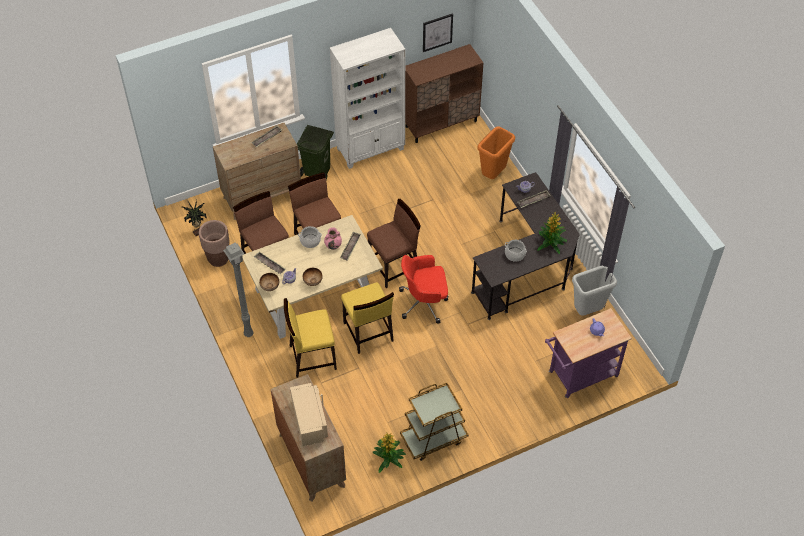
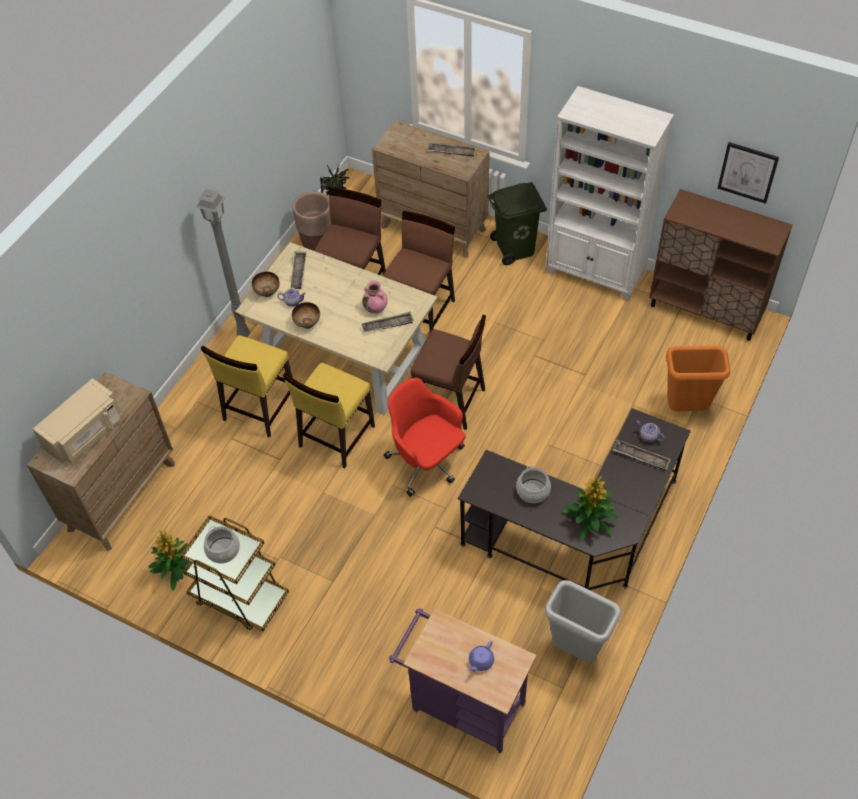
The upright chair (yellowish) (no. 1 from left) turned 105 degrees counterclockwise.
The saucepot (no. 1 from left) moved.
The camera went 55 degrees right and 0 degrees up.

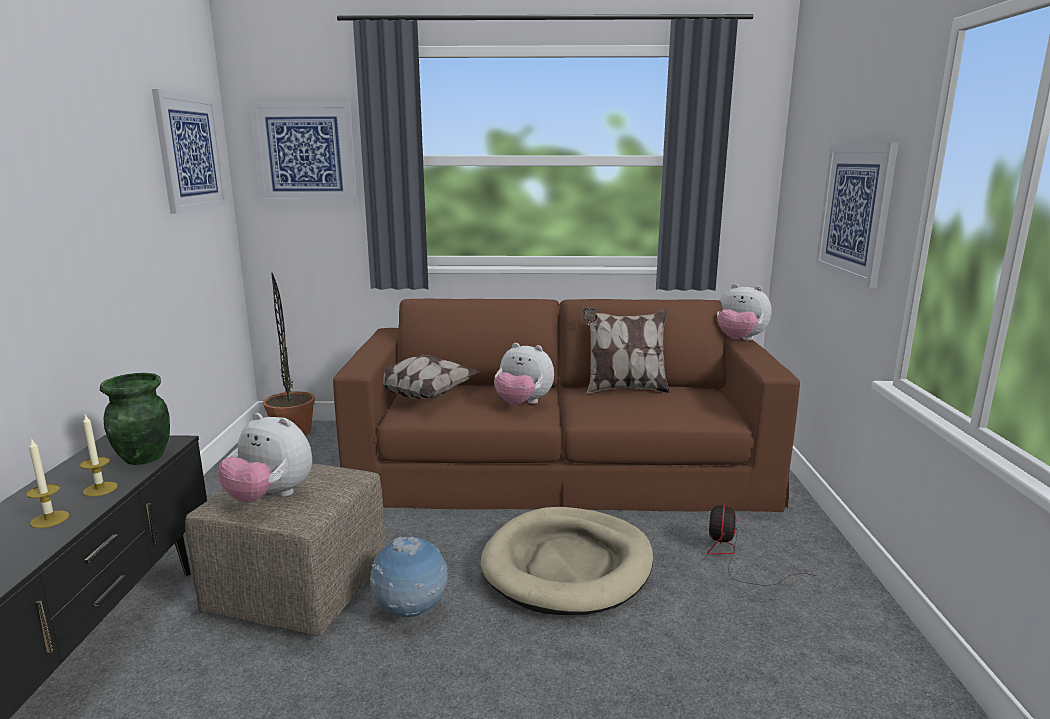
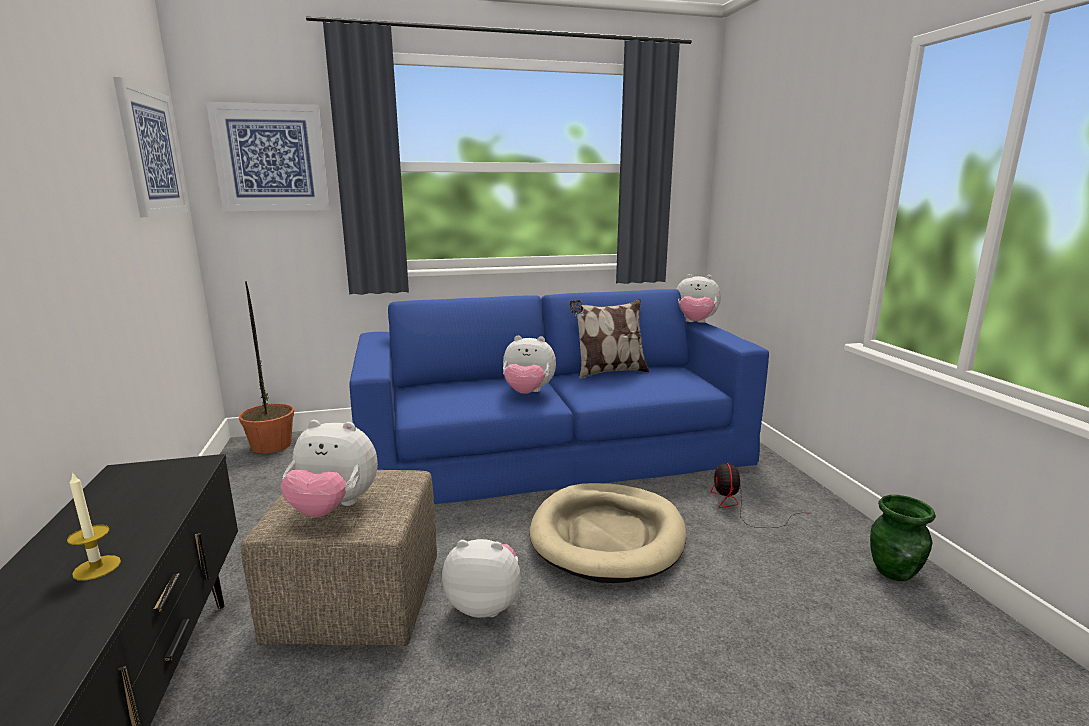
The settee (brownish) became the settee (blue).
The world globe was replaced by the plush toy (no. 2 from left).
The vase (green-coloured) moved.
The candle (no. 2 from left) disappeared.
The pillow (no. 1 from left) disappeared.
The wall art (no. 3 from left) disappeared.
The camera went 15 degrees left and 0 degrees up.

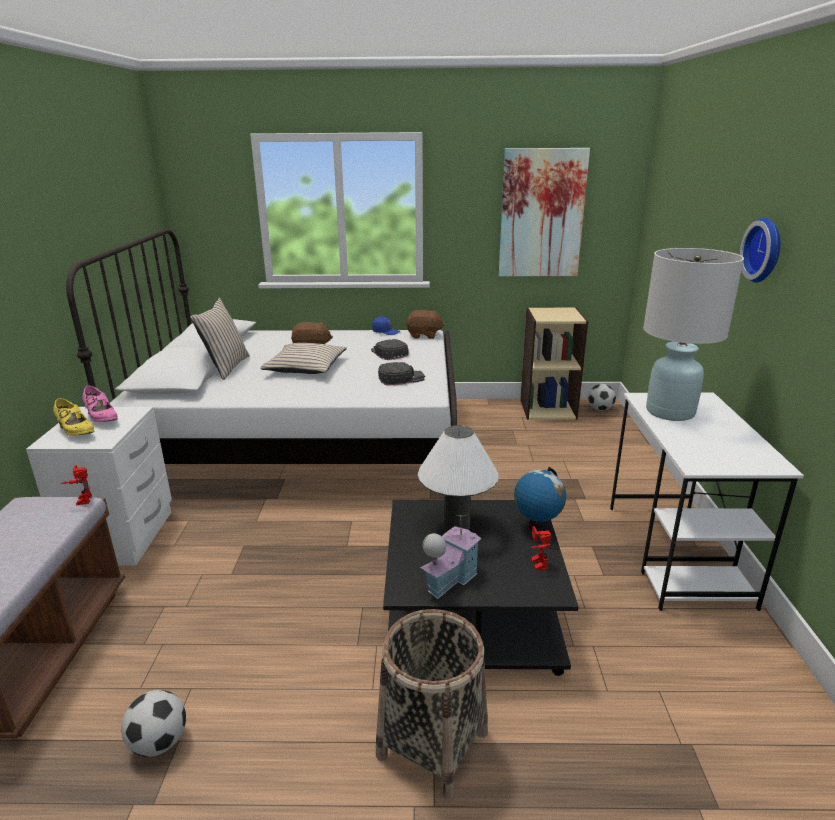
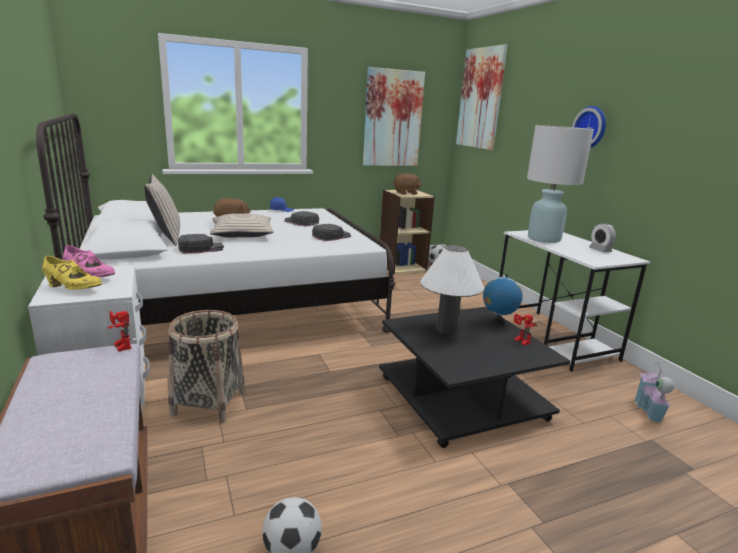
The household basket moved.
The peaked cap (black-coloured) (no. 1 from left) appeared.
The plush toy (brownish) (no. 2 from left) moved.
The wall art (no. 2 from left) appeared.
The alarm clock appeared.
The toy house moved.
The camera went 25 degrees left and 5 degrees down.

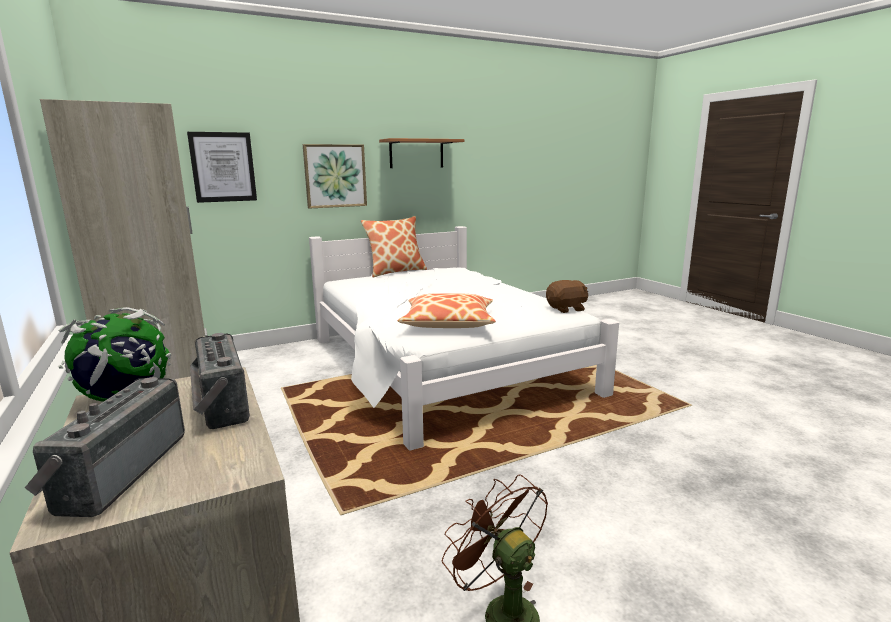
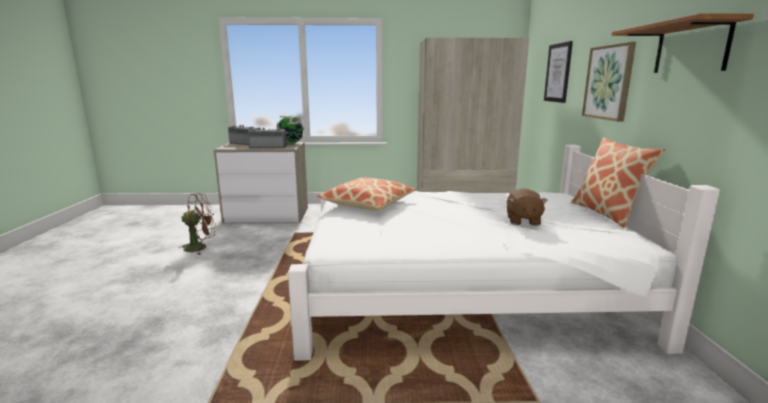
The plush toy (brownish) moved.
The camera went 115 degrees right and 0 degrees up.

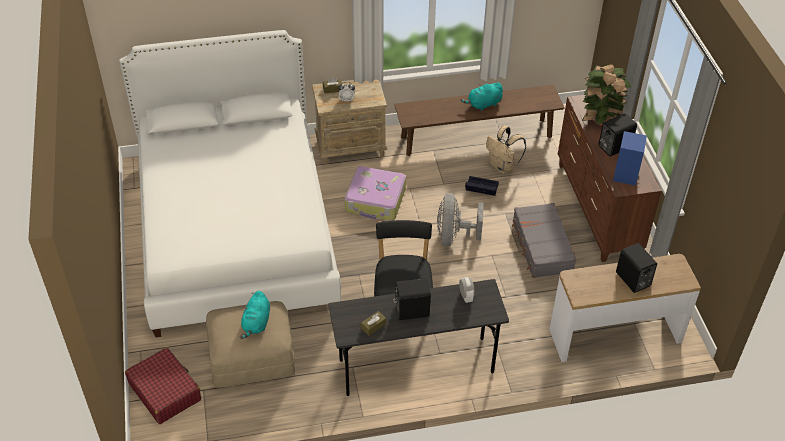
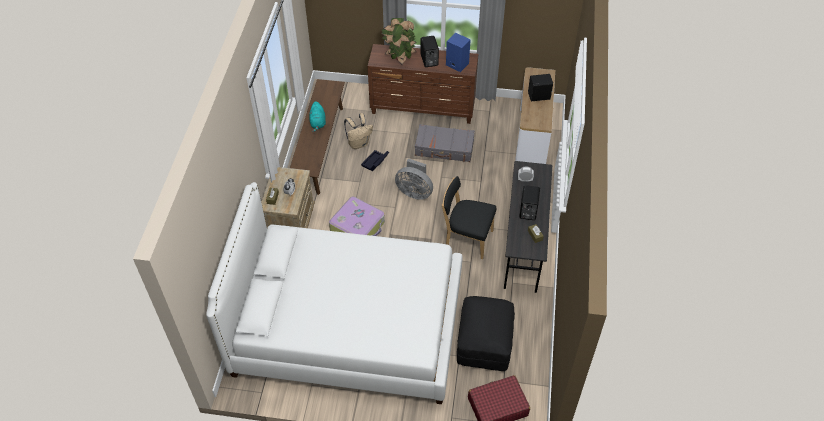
The ottoman (beige-coloured) became the ottoman (black-coloured).
The plush toy (blue-green) (no. 1 from left) disappeared.
The camera went 70 degrees left and 5 degrees up.

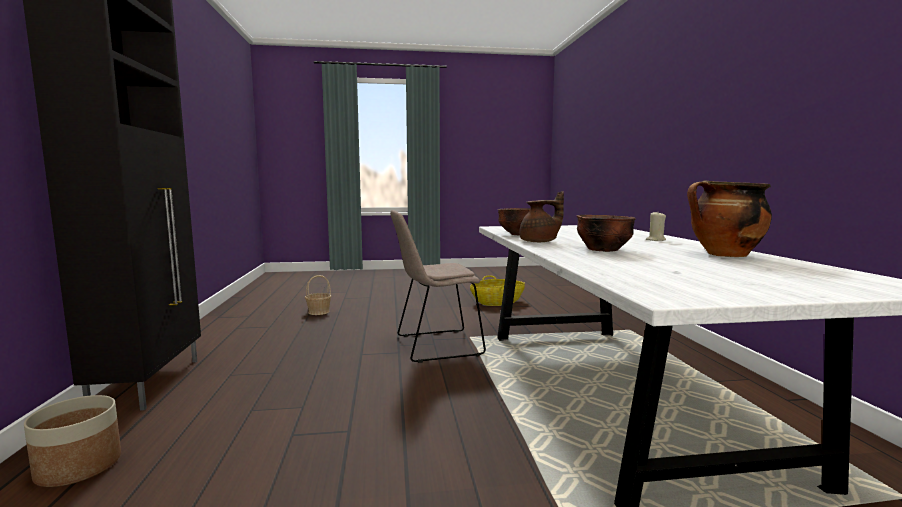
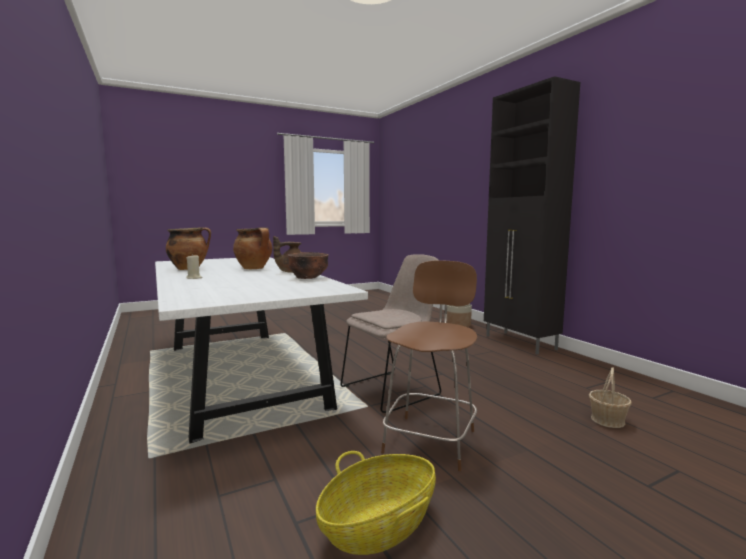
The deep dish (brownish) (no. 2 from left) was replaced by the saucepot (no. 2 from left).
The stool (brownish) appeared.
The camera went 160 degrees right and 0 degrees up.

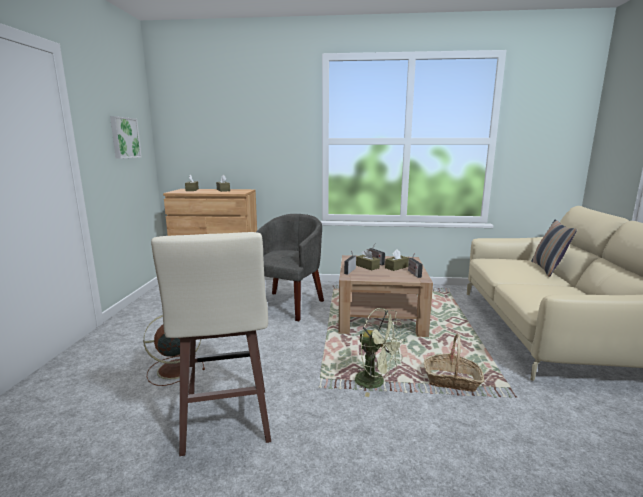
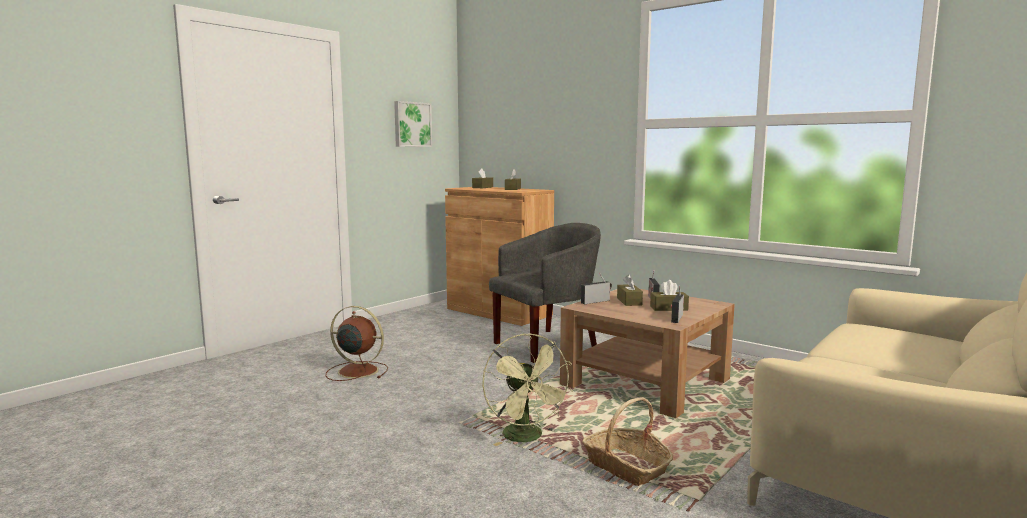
The stool (beige-coloured) disappeared.
The pillow disappeared.
The camera went 35 degrees right and 5 degrees down.

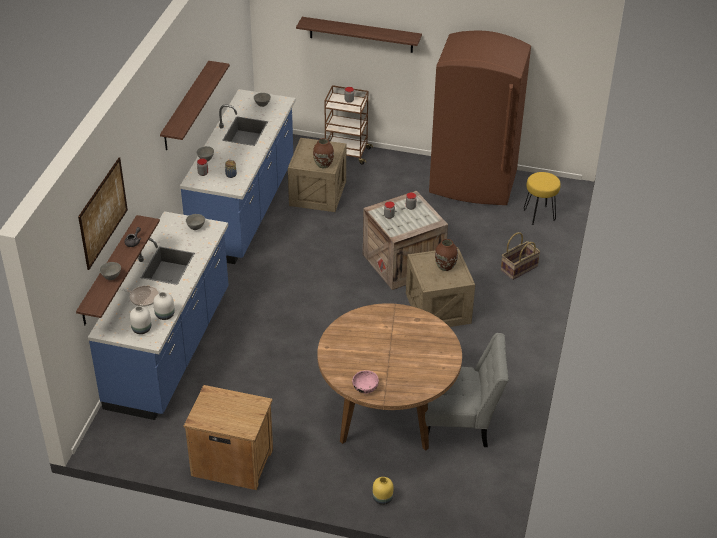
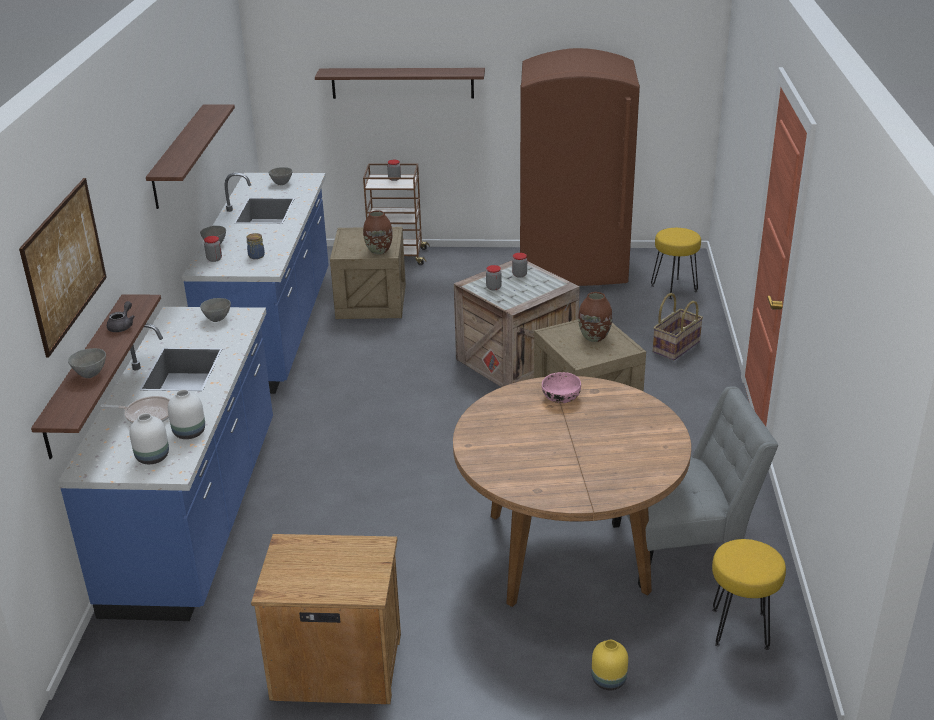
The deep dish (pink) moved.
The stool (yellowish) (no. 2 from left) appeared.
The camera went 10 degrees left and 10 degrees down.

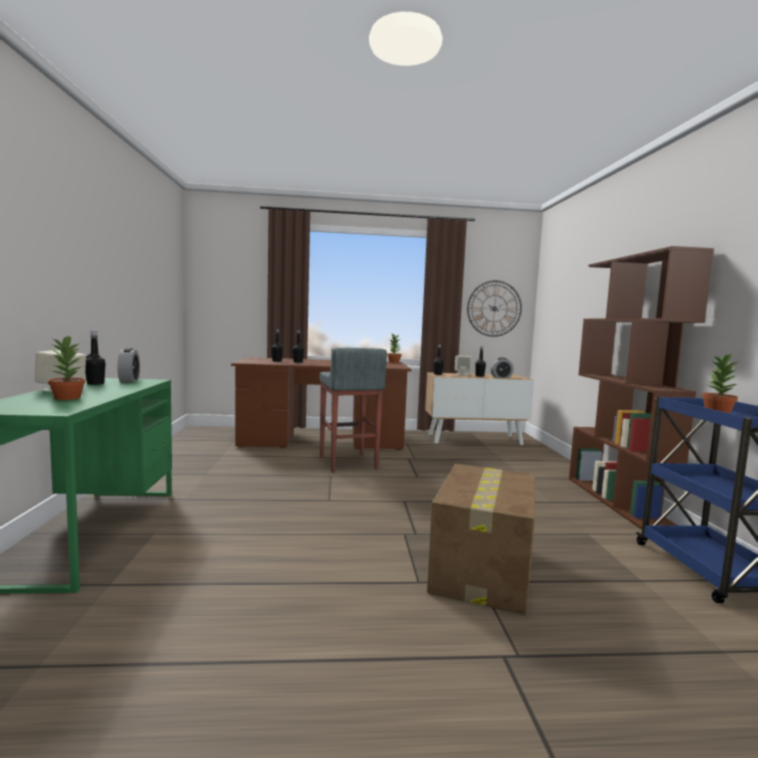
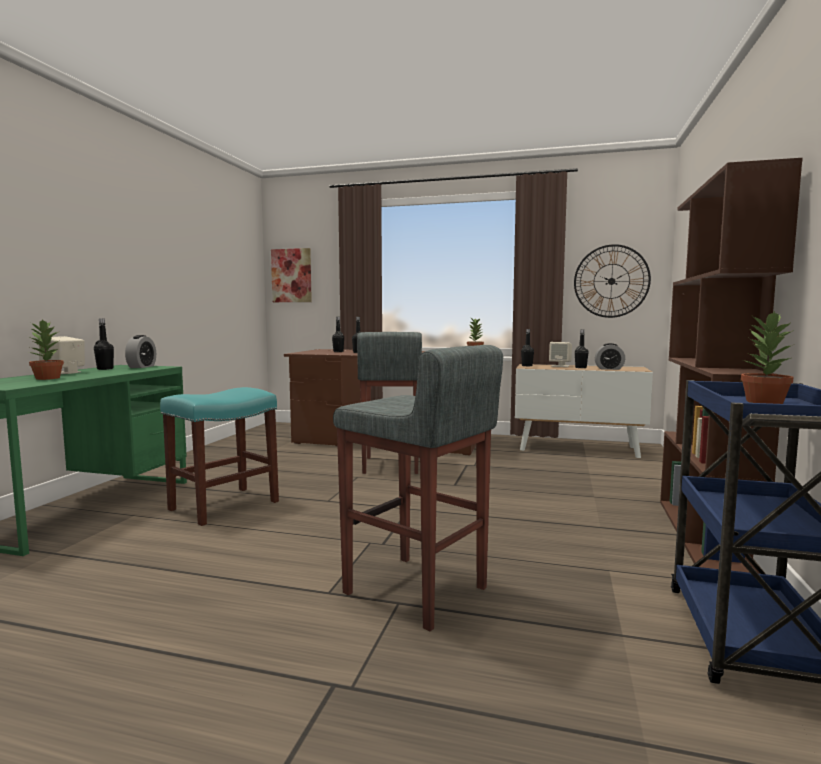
The stool (blue-green) appeared.
The wall art appeared.
The cardboard box was replaced by the stool (gray) (no. 2 from left).
The camera went 20 degrees right and 0 degrees up.

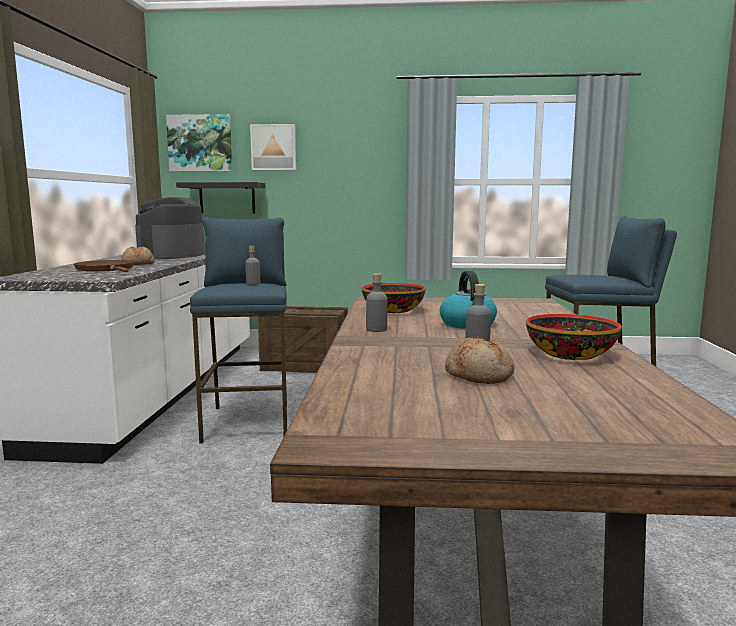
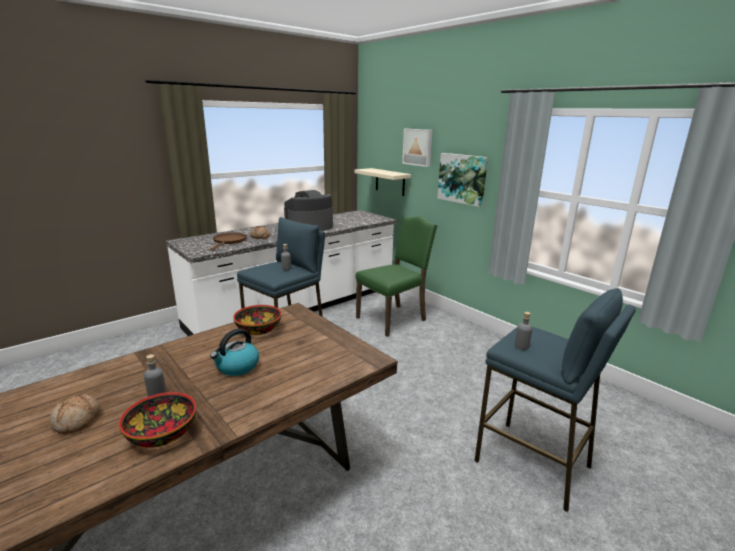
The bracket shelf (black-coloured) became the bracket shelf (beige-coloured).
The crate was replaced by the upright chair (green-coloured).
The wall art (no. 1 from left in the first image) moved.
The drink bottle (gray) (no. 2 from left in the first image) moved.
The camera went 45 degrees right and 10 degrees up.

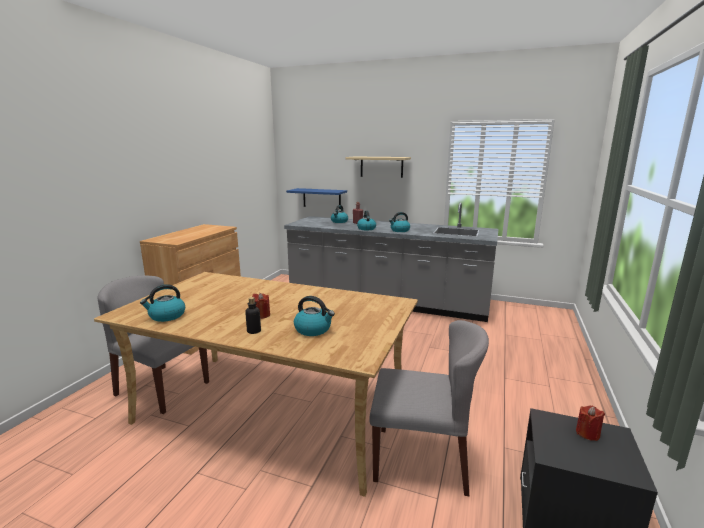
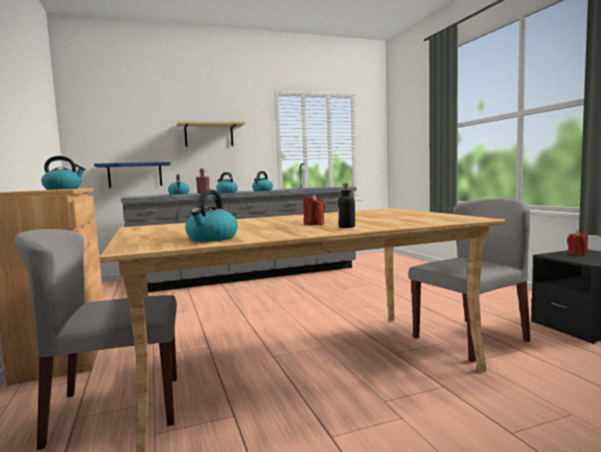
The tea kettle (no. 2 from left in the first image) moved.
The camera went 40 degrees left and 10 degrees down.

